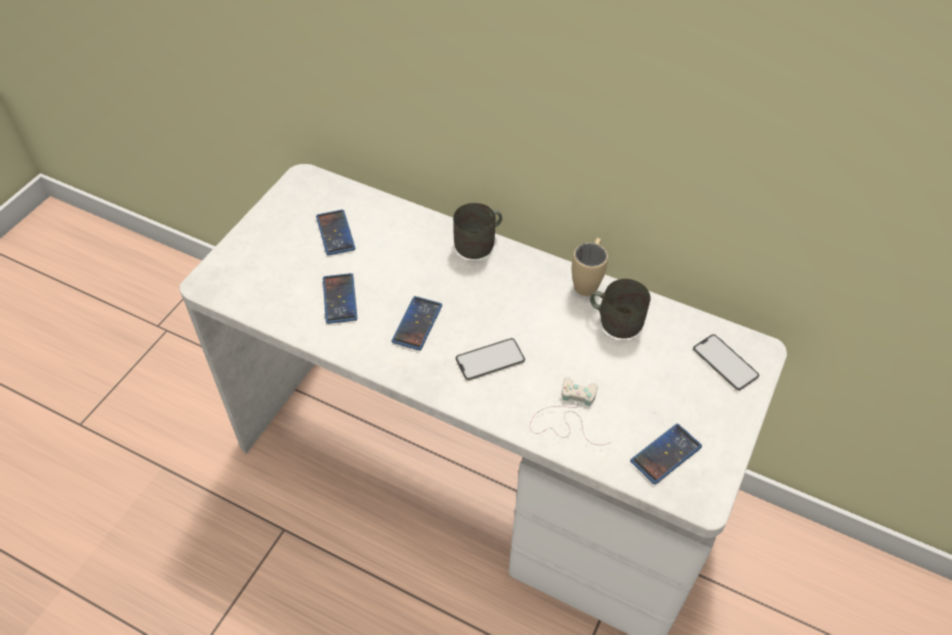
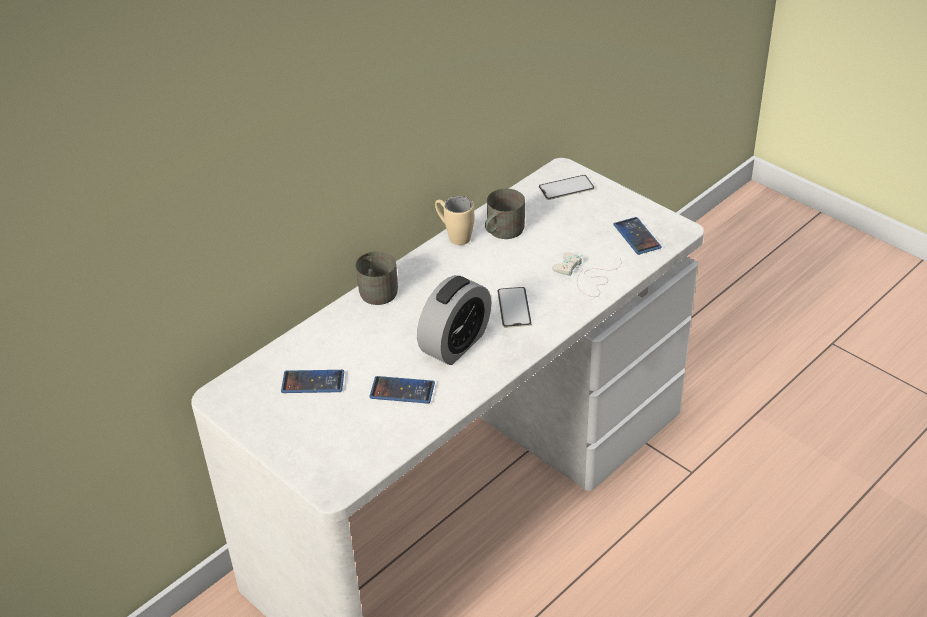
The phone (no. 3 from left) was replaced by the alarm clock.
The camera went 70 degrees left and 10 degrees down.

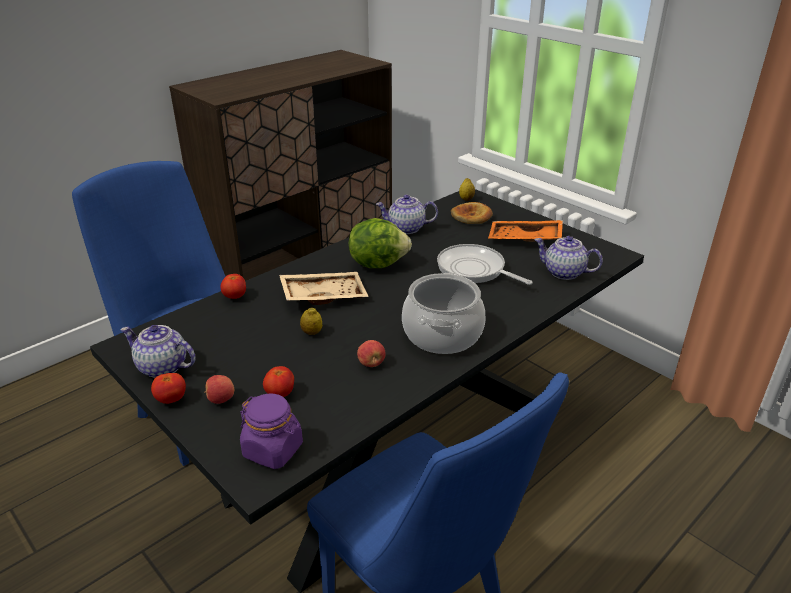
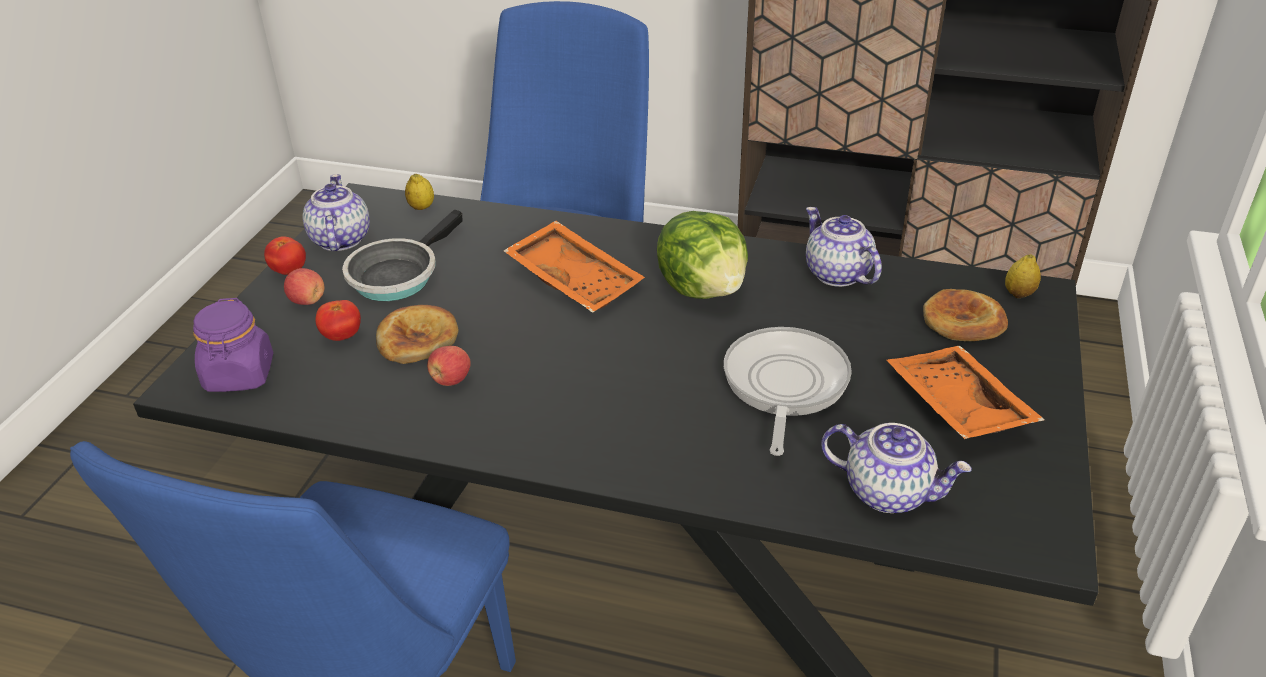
The skillet (no. 1 from left) appeared.
The baked bread (no. 1 from left) appeared.
The citrus fruit (no. 1 from left) moved.
The serving tray (beige-coloured) became the serving tray (orange-coloured) (no. 1 from left).
The pot for tea (no. 3 from left) turned 120 degrees clockwise.
The fresh tomato (no. 2 from left) disappeared.
The saucepot disappeared.
The camera went 60 degrees right and 5 degrees up.

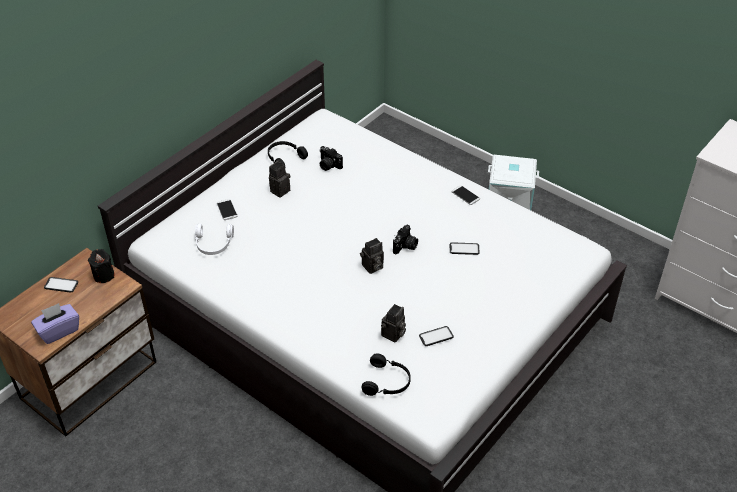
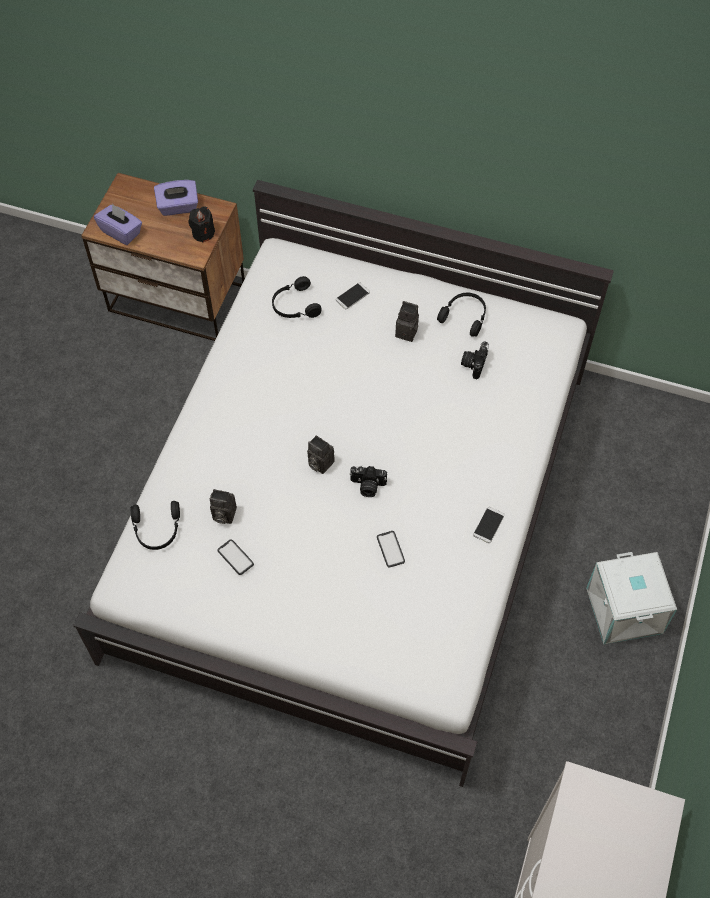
The phone (no. 1 from left) was replaced by the box of tissues (purple-coloured) (no. 2 from left).
The headphones (white) became the headphones (black-coloured) (no. 2 from left).
The camera went 70 degrees right and 15 degrees up.

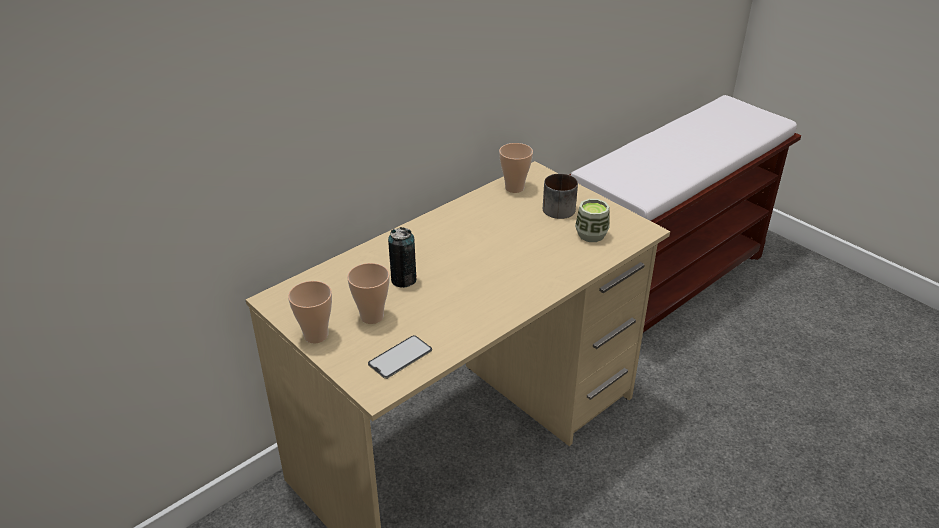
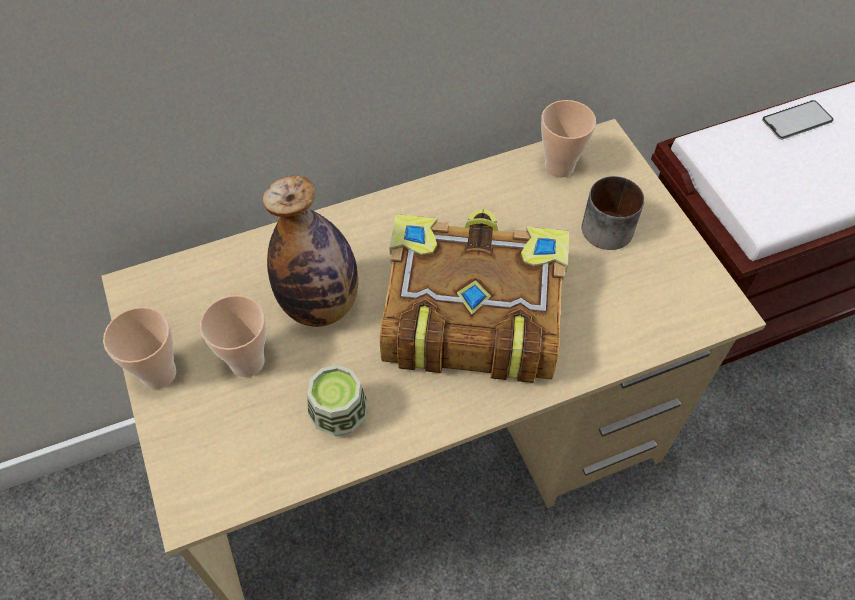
The metal can was replaced by the drink bottle.
The small cup (no. 4 from left in the first image) moved.
The volume appeared.
The phone moved.
The camera went 20 degrees right and 20 degrees up.

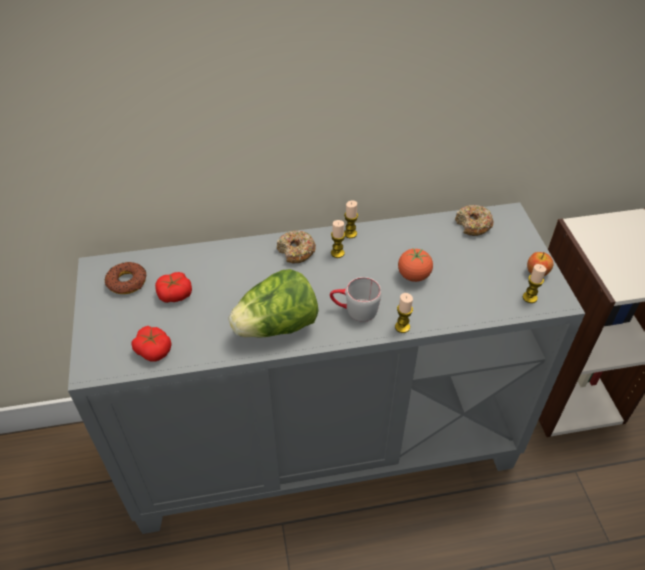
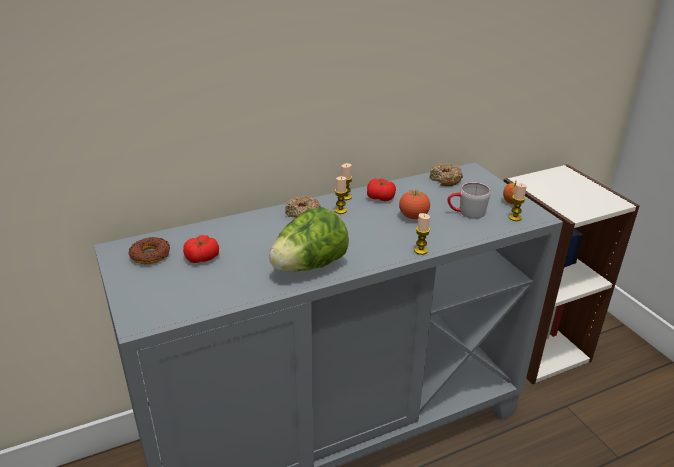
The fresh tomato (no. 1 from left in the first image) moved.
The mug (gray) moved.
The camera went 15 degrees left and 15 degrees down.

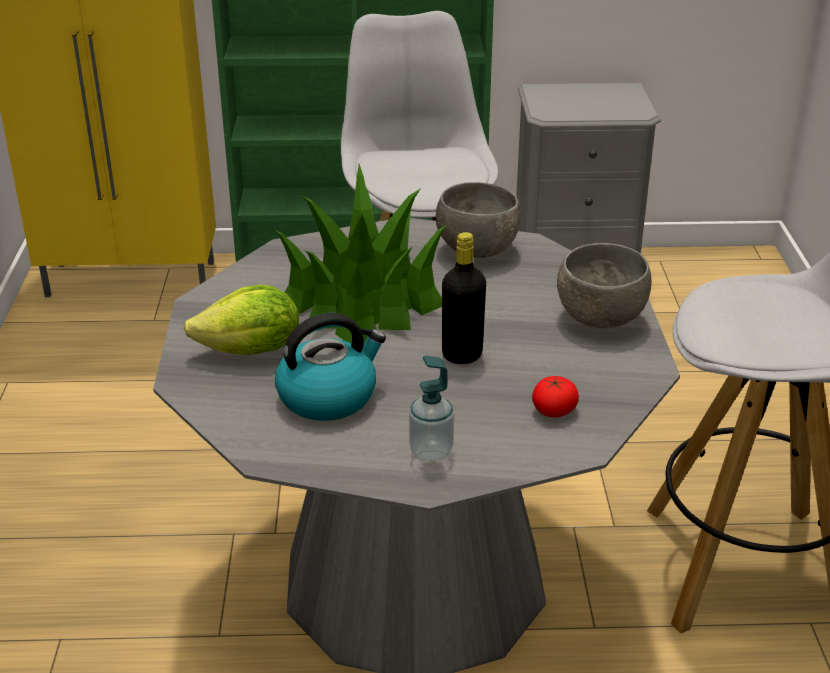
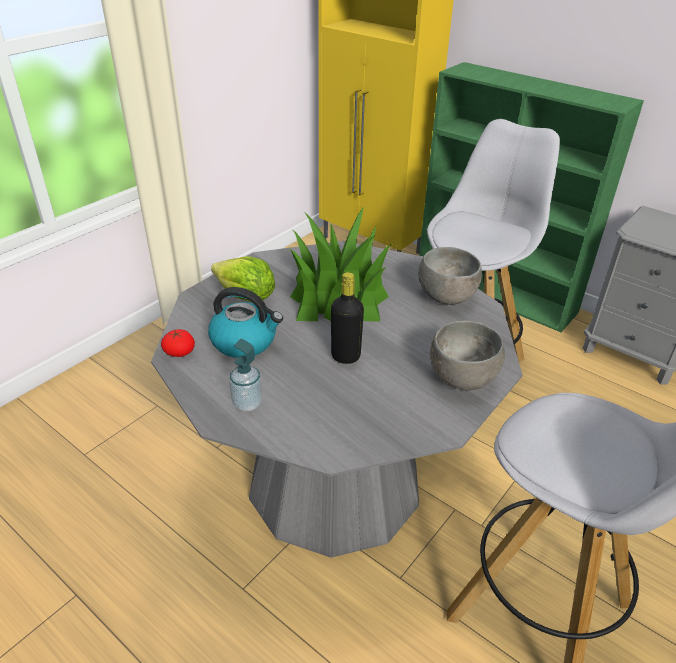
The fresh tomato moved.
The camera went 40 degrees right and 5 degrees up.

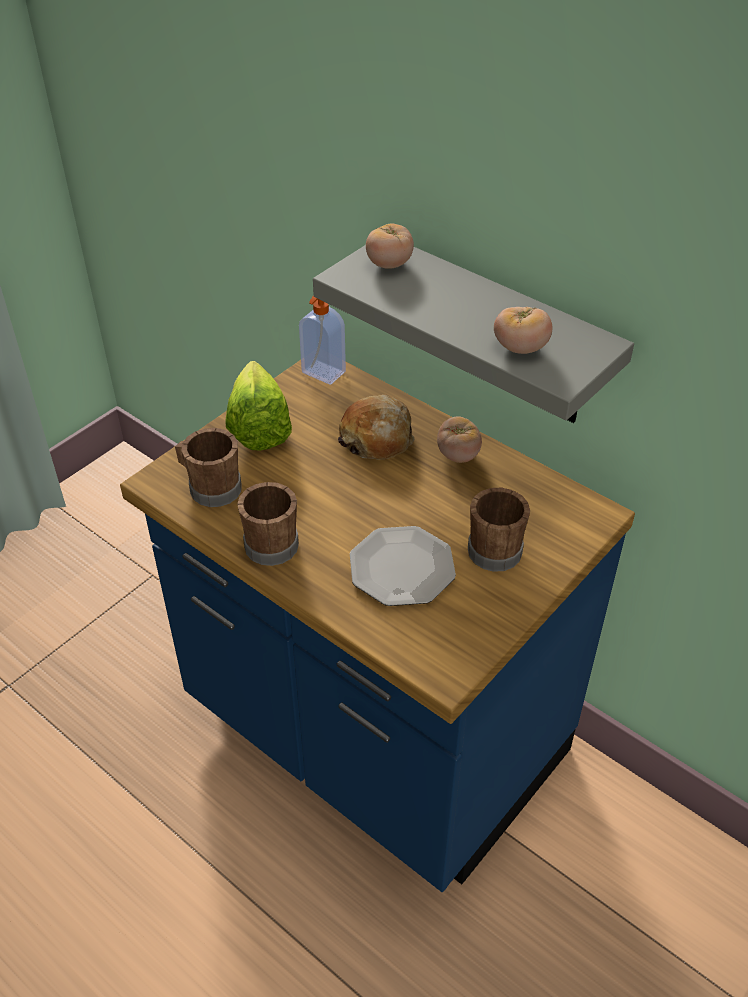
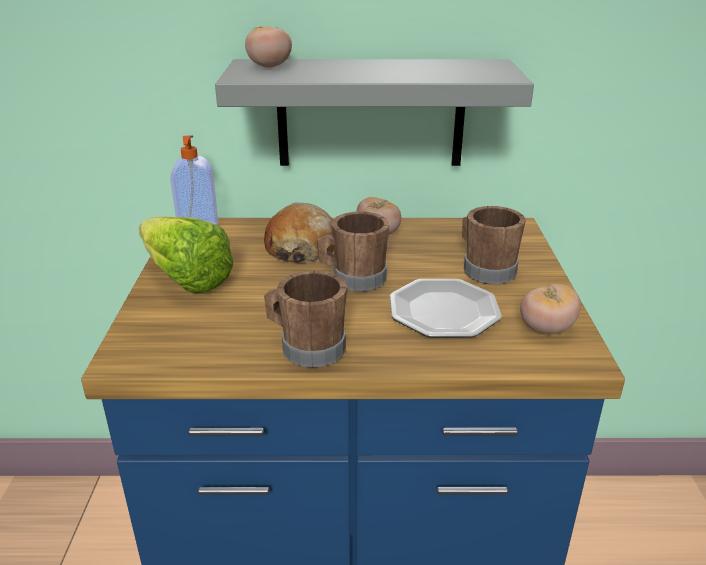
The mug (brownish) (no. 1 from left in the first image) moved.
The fresh tomato (no. 3 from left) moved.
The camera went 40 degrees left and 15 degrees down.

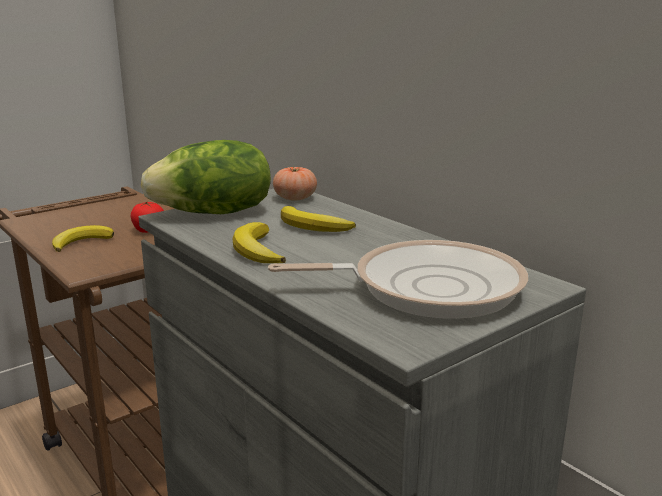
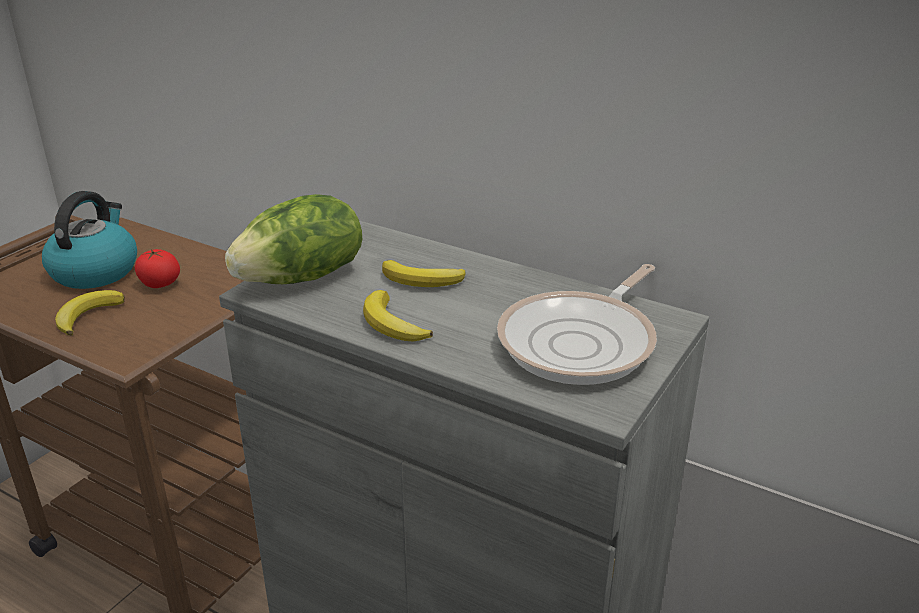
The tea kettle appeared.
The skillet turned 150 degrees clockwise.
The fresh tomato (no. 2 from left) disappeared.
The camera went 20 degrees left and 10 degrees up.

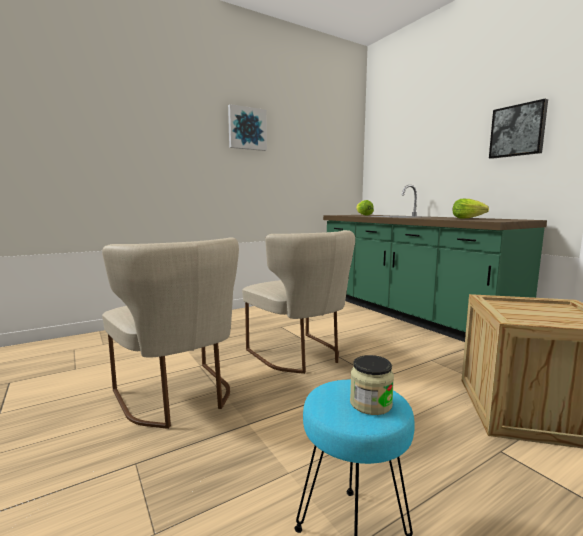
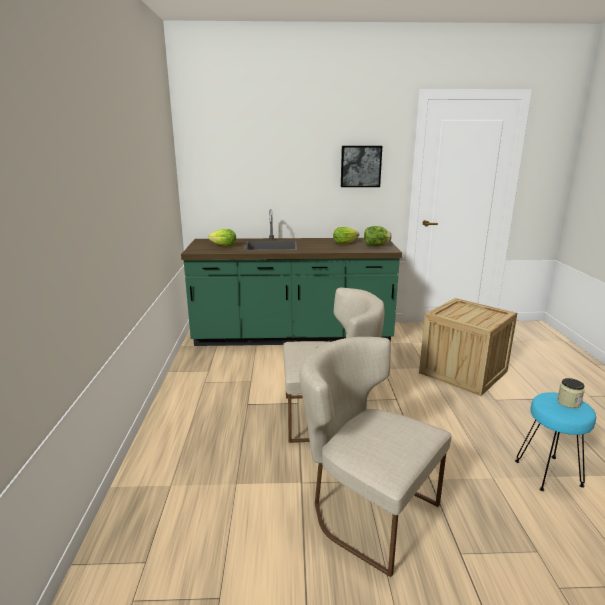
The upright chair (beige-coloured) (no. 1 from left in the first image) turned 135 degrees counterclockwise.
The head of lettuce (no. 3 from left) appeared.
The wall art (no. 1 from left) disappeared.
The camera went 60 degrees left and 10 degrees up.

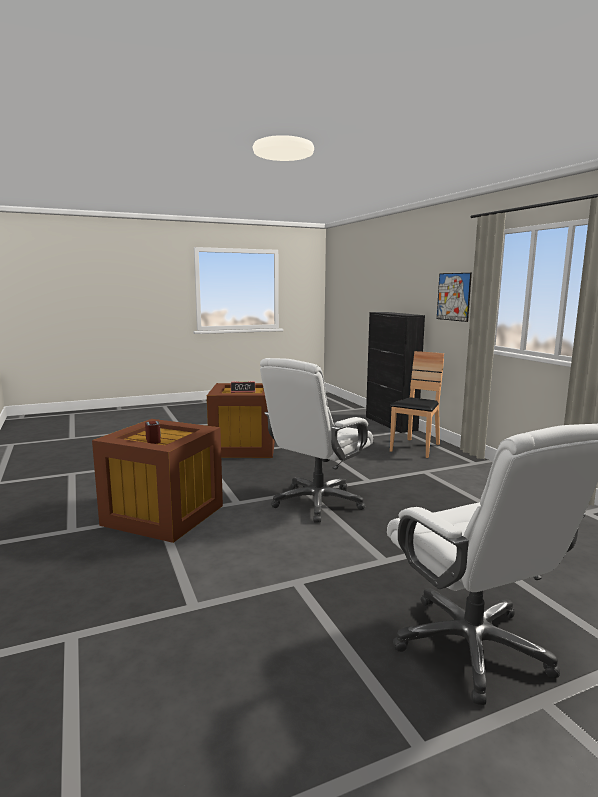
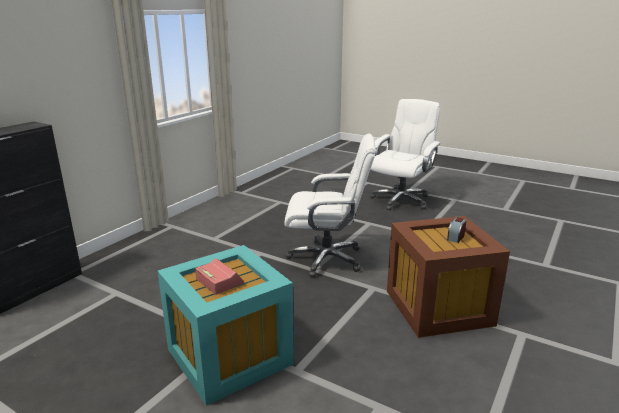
The storage bin (brownish) (no. 2 from left) became the storage bin (blue-green).
The upright chair (brownish) disappeared.
The wall art disappeared.
The camera went 125 degrees left and 10 degrees up.

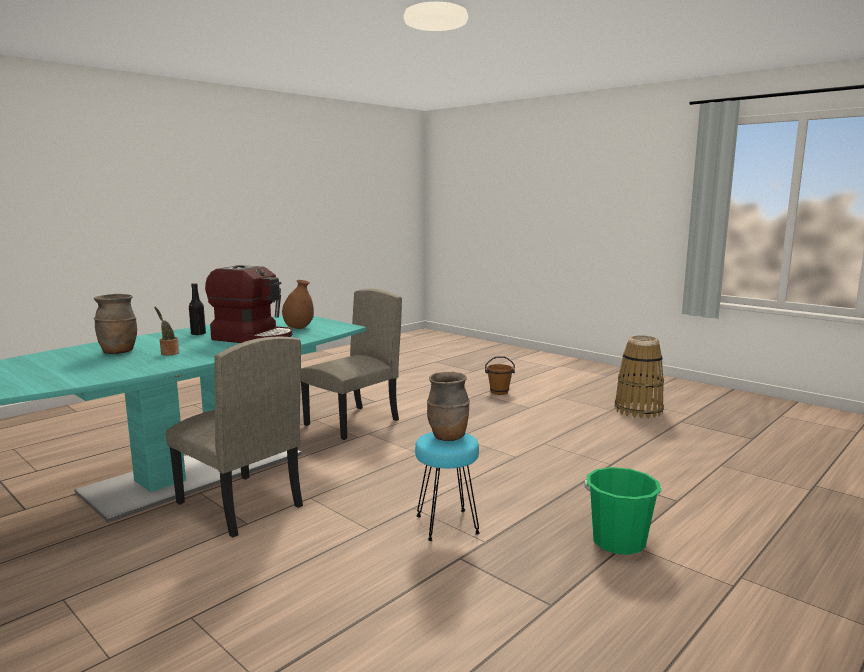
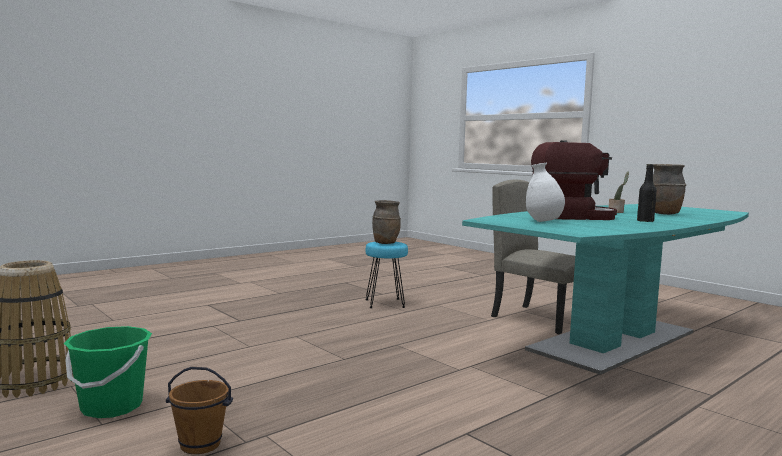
The bucket (green-coloured) moved.
The vase (brownish) (no. 2 from left) became the vase (white).
The coffee machine turned 150 degrees clockwise.
The upright chair (beige-coloured) (no. 2 from left) disappeared.
The camera went 175 degrees left and 5 degrees down.

